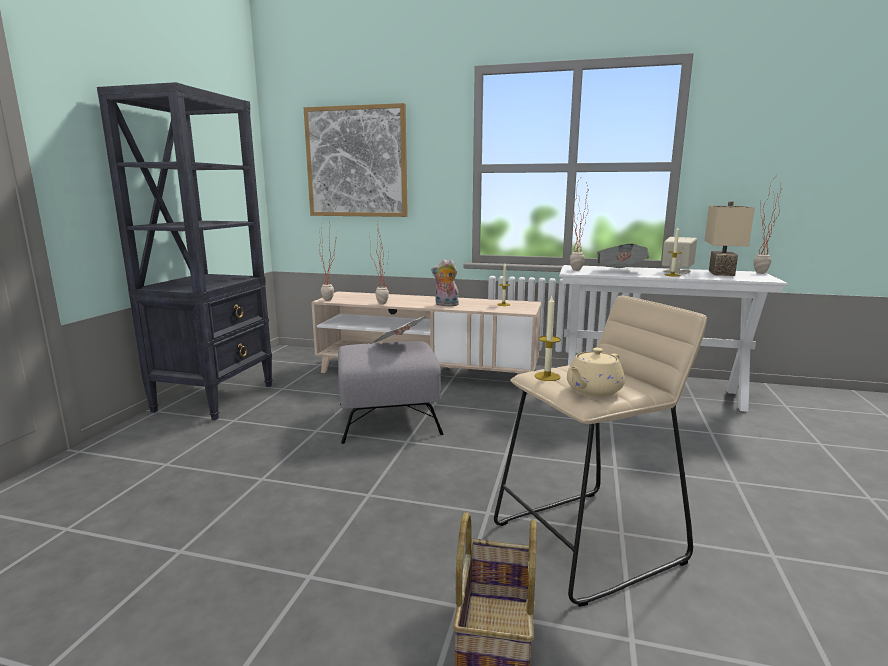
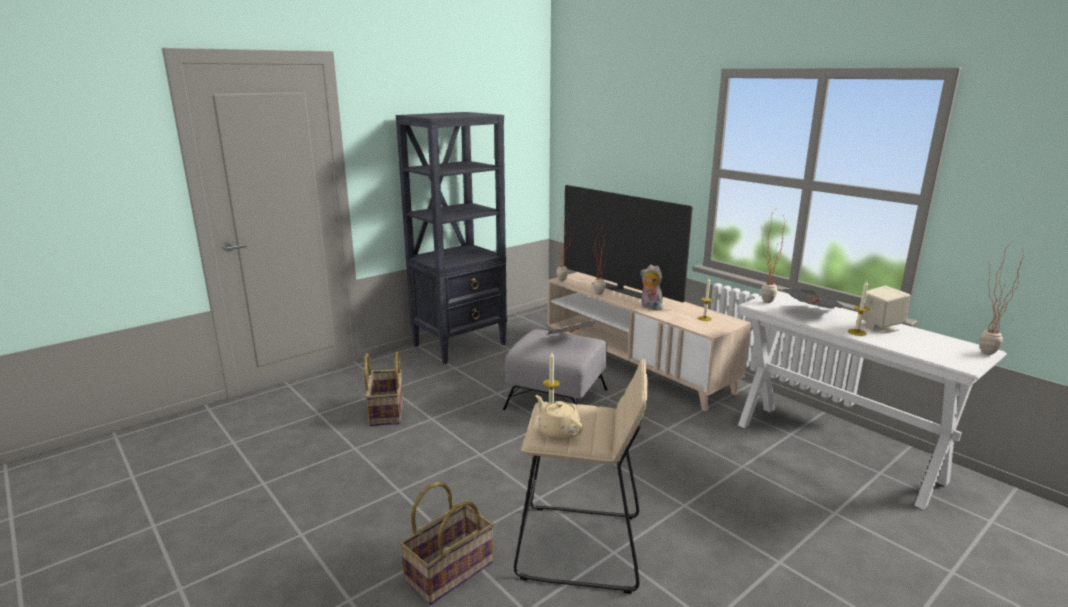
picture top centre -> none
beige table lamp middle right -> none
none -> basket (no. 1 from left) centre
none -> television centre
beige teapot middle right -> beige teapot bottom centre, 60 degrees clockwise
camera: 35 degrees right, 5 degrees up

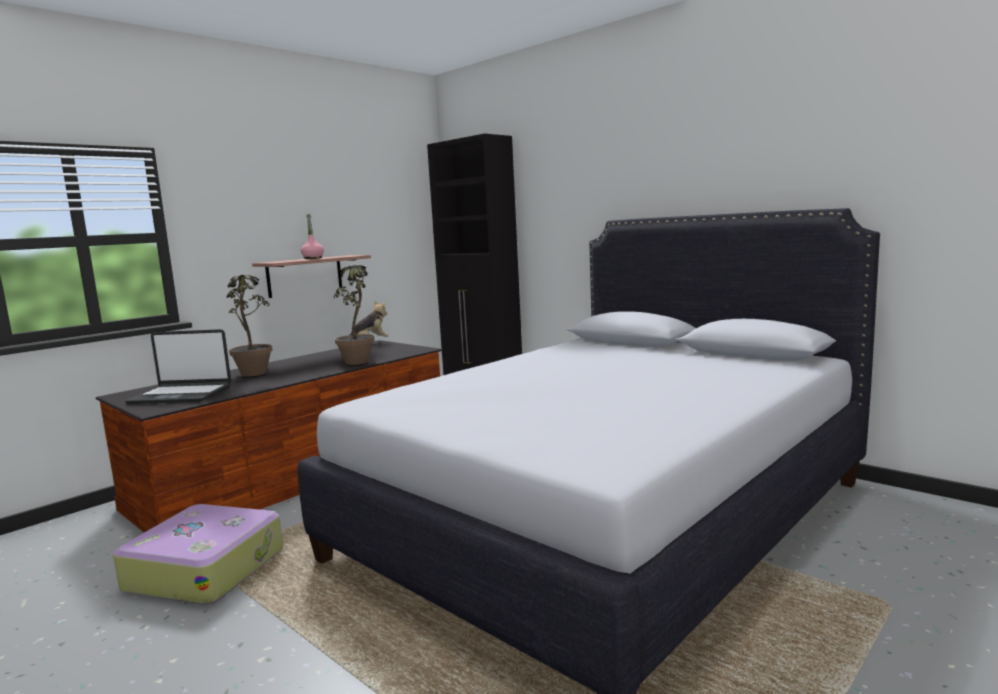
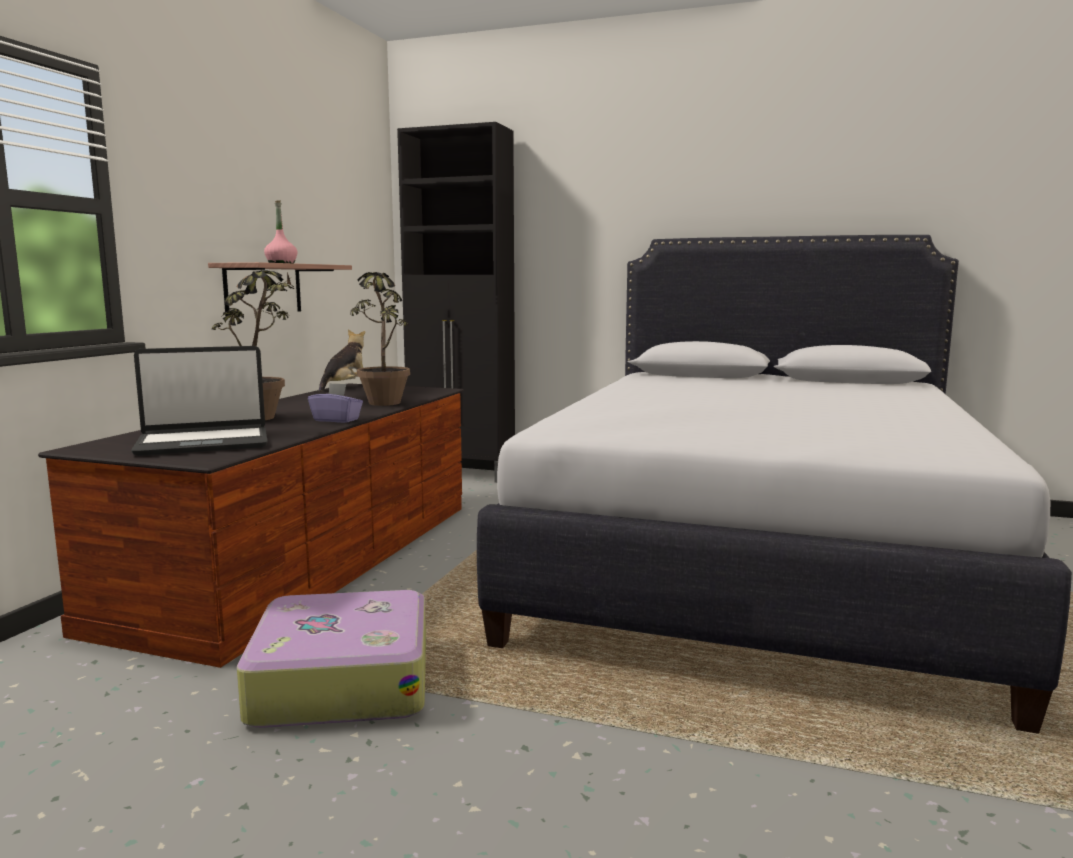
none -> purple tissue box middle left
camera: 25 degrees left, 0 degrees up

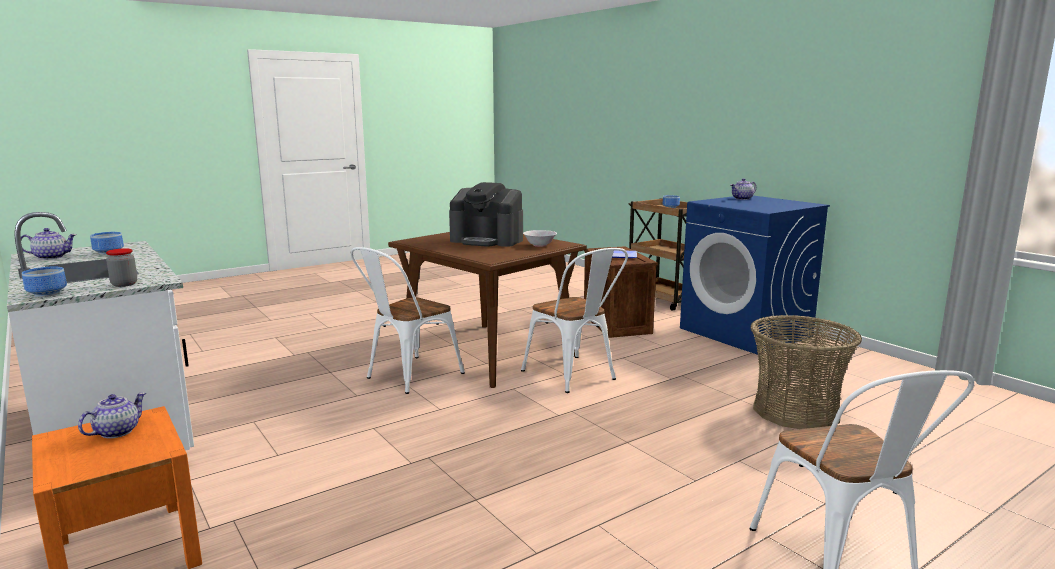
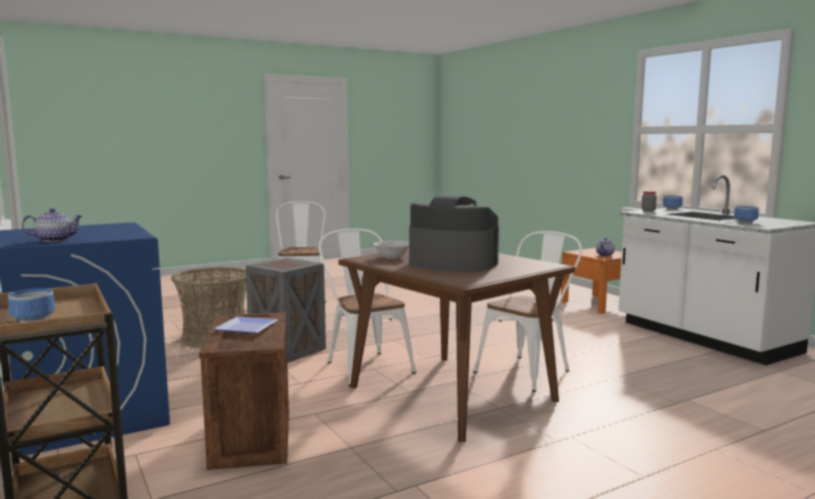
teapot (no. 1 from left) middle left -> none
none -> crate (no. 2 from left) centre
camera: 175 degrees left, 5 degrees down

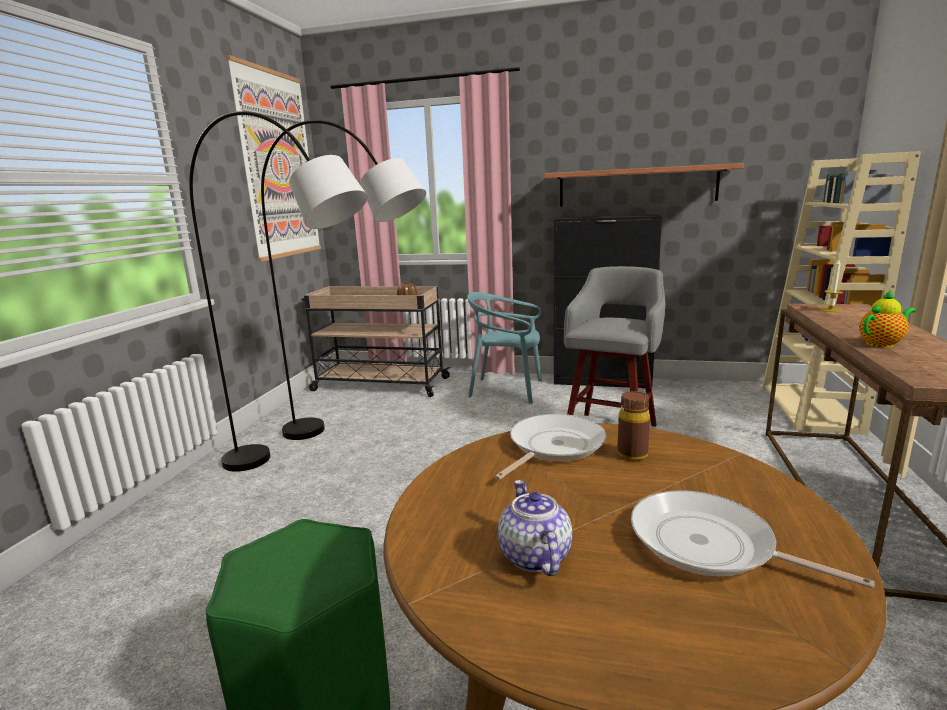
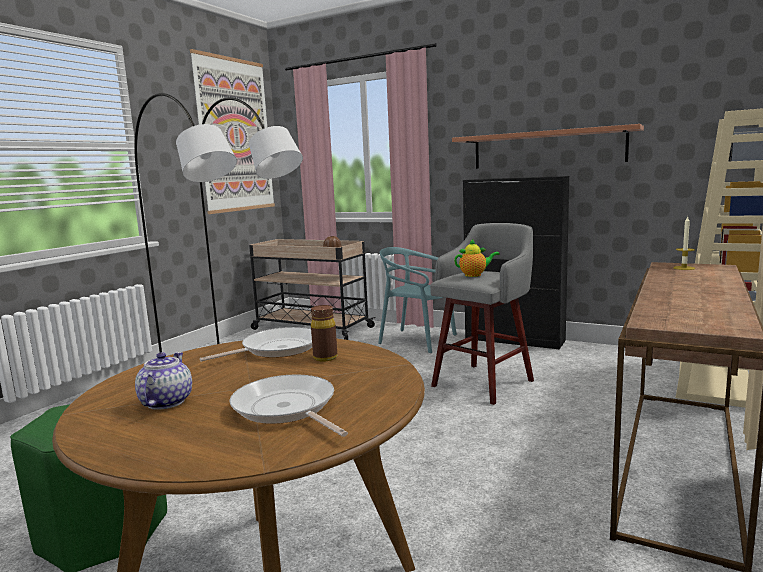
teapot (no. 2 from left) middle right -> teapot (no. 2 from left) centre, relocated
camera: 15 degrees right, 5 degrees down

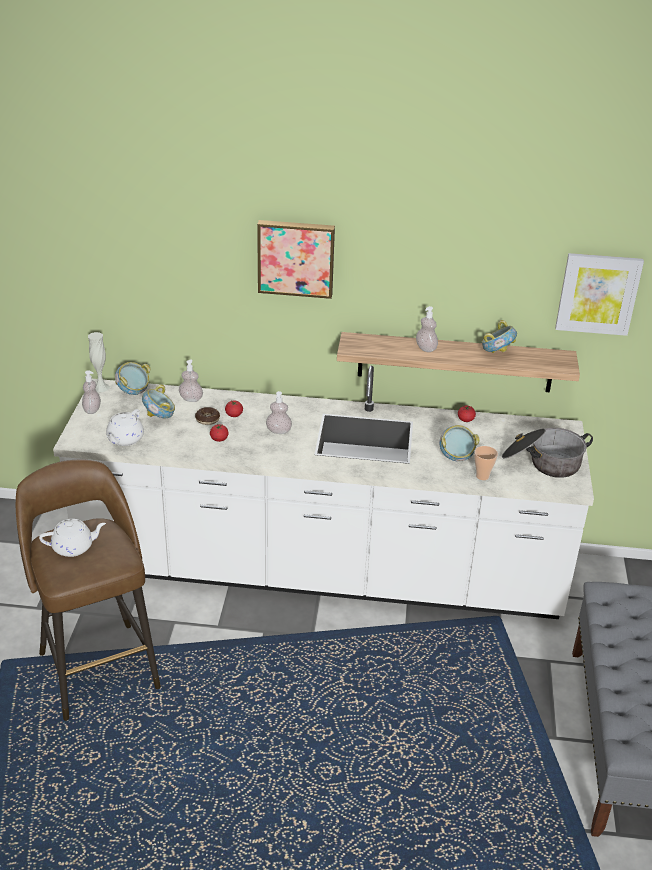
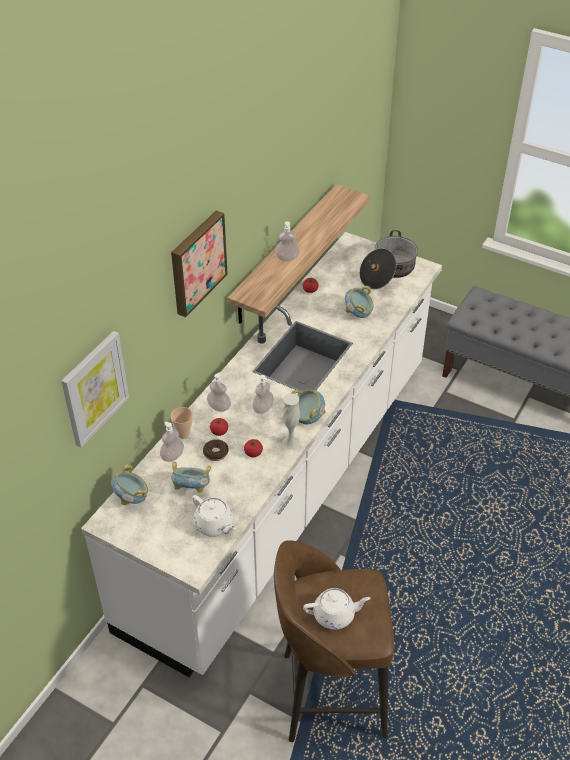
soap dispenser (no. 1 from left in the first image) middle left -> soap dispenser (no. 2 from left) centre, relocated
white vase middle left -> white vase centre, relocated
cup middle right -> cup middle left, relocated
bowl (no. 4 from left in the first image) middle right -> bowl (no. 3 from left) centre, relocated
picture (no. 2 from left in the first image) middle right -> picture (no. 1 from left) middle left, relocated
white teapot (no. 1 from left in the first image) middle left -> white teapot (no. 2 from left) bottom centre, 75 degrees clockwise
camera: 65 degrees left, 10 degrees up

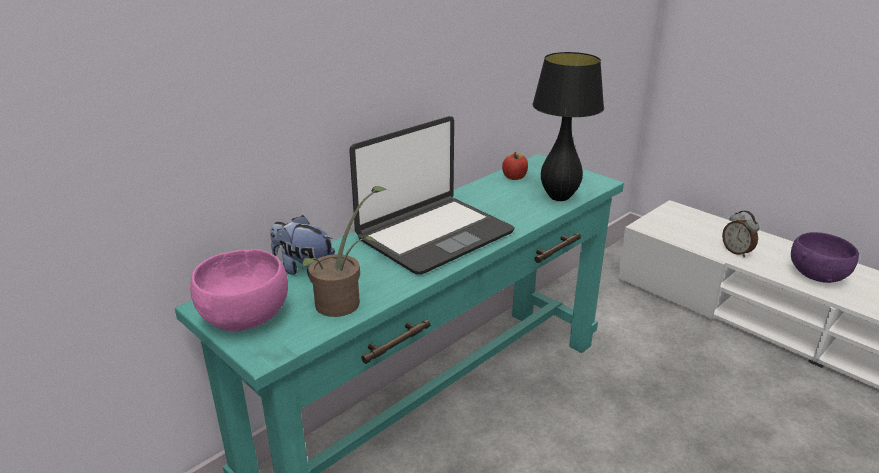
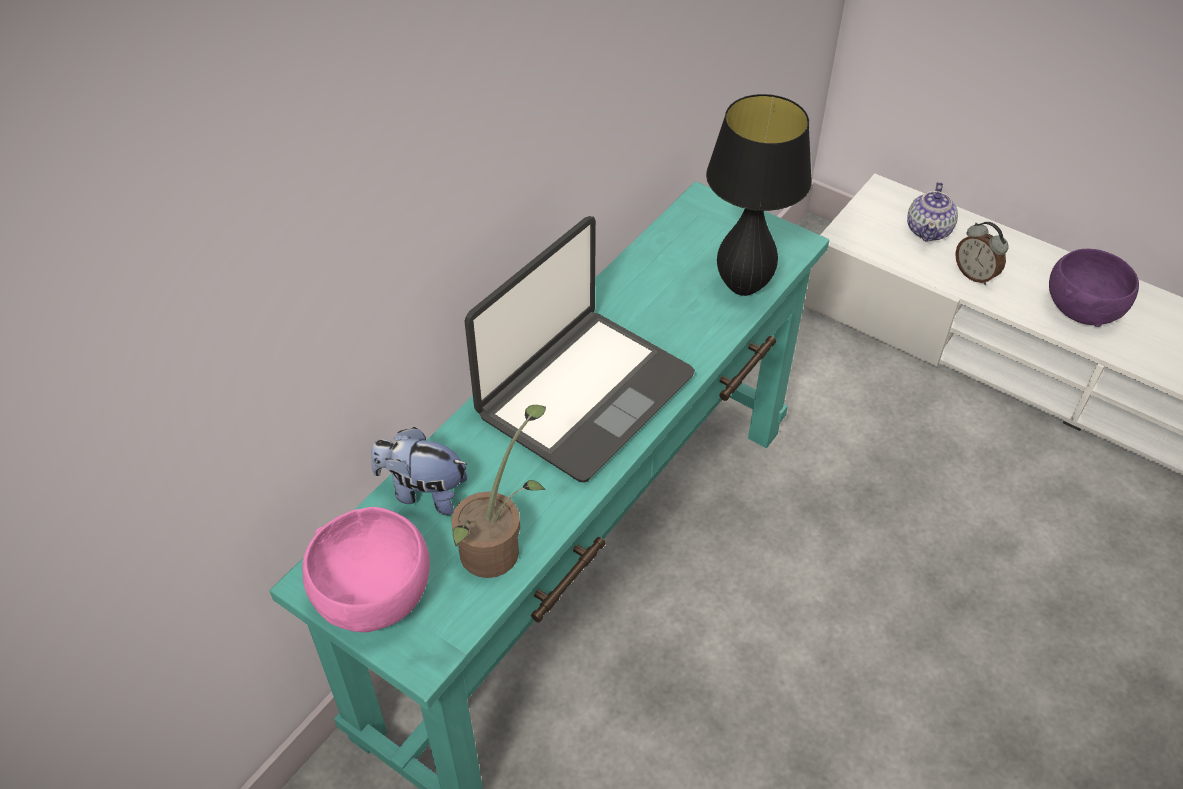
apple centre -> none
none -> teapot top right
camera: 10 degrees left, 20 degrees up

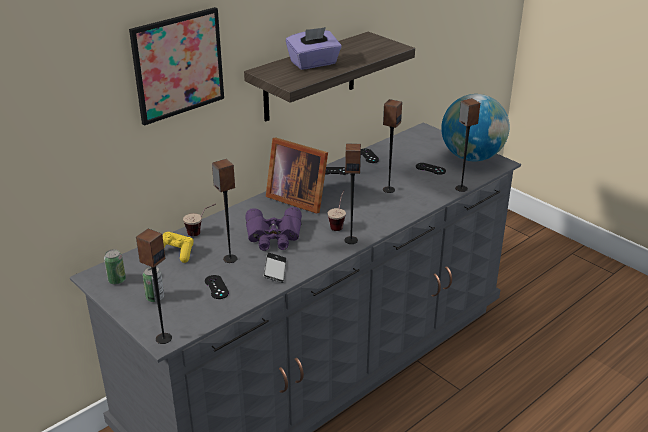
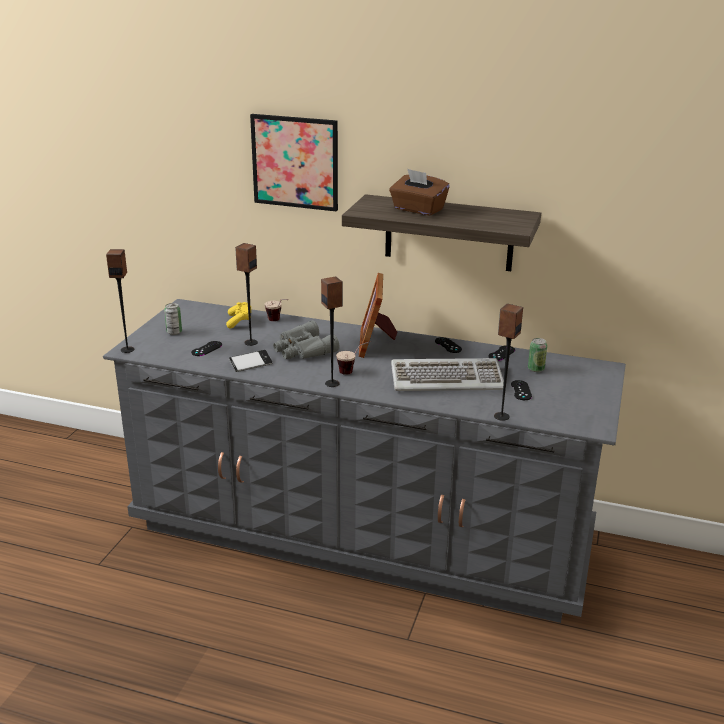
globe top right -> none
can (no. 1 from left in the first image) middle left -> can (no. 2 from left) middle right, relocated
speaker (no. 4 from left) centre -> keyboard centre
purple binoculars centre -> grey binoculars centre
purple tissue box top centre -> brown tissue box top centre
camera: 60 degrees right, 5 degrees down

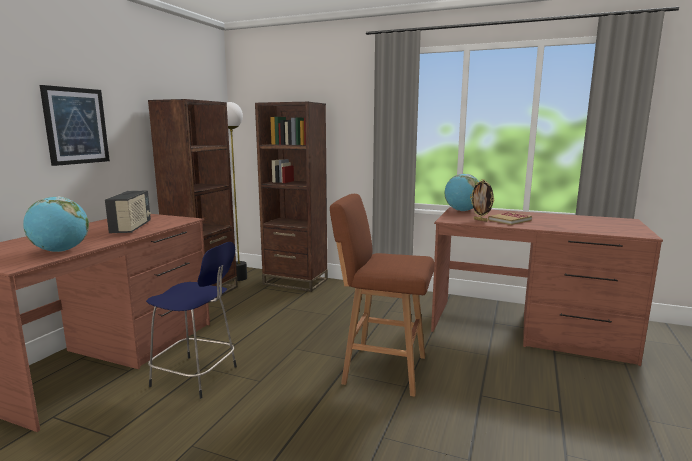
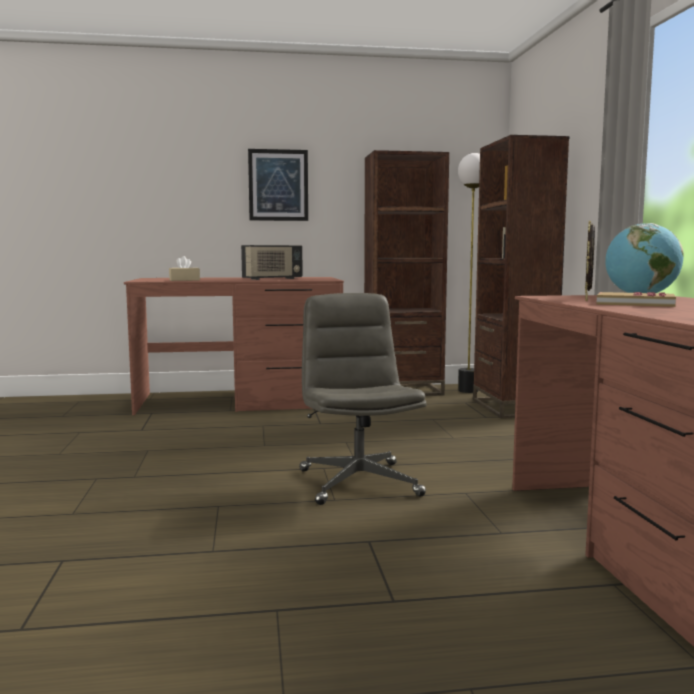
blue stool bottom left -> none
globe (no. 1 from left) middle left -> beige tissue box middle left
brown stool centre -> grey office chair centre
camera: 60 degrees right, 5 degrees down

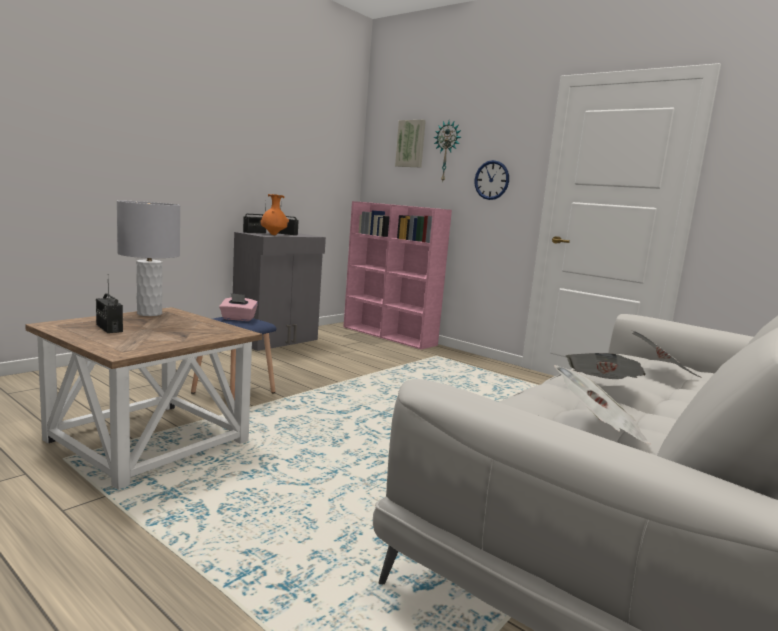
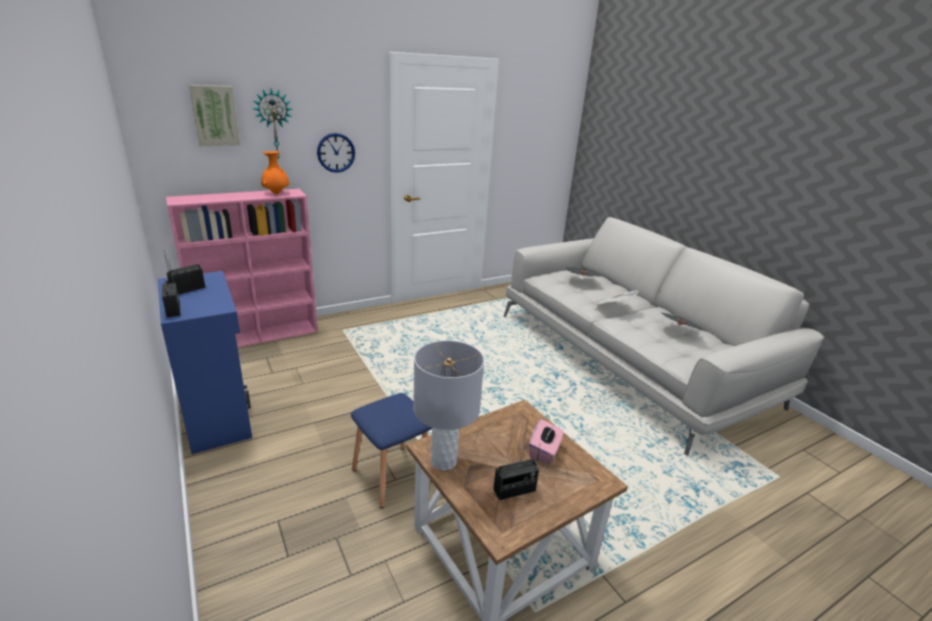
pink tissue box middle left -> pink tissue box bottom centre, relocated
orange vase centre -> orange vase top left, relocated
grey cabinet centre -> blue cabinet middle left
camera: 70 degrees left, 15 degrees up

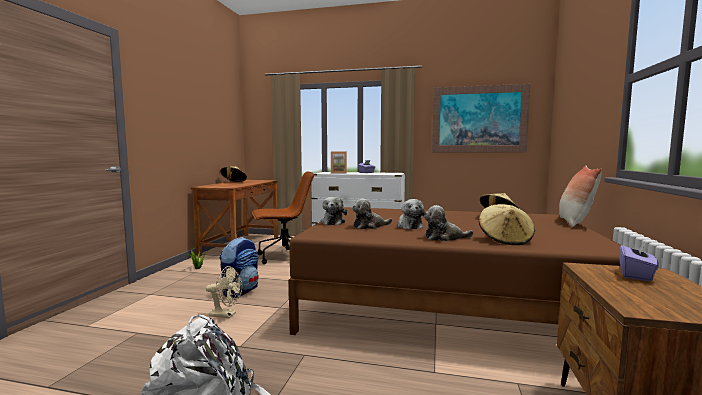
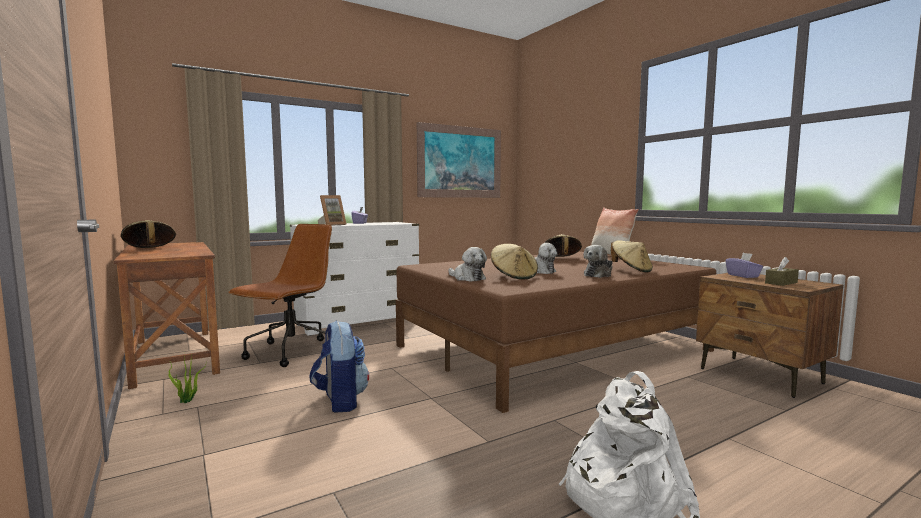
beige fan bottom left -> none
none -> brown tissue box middle right
plush toy (no. 2 from left) centre -> beige hat (no. 2 from left) centre
camera: 45 degrees left, 0 degrees up

